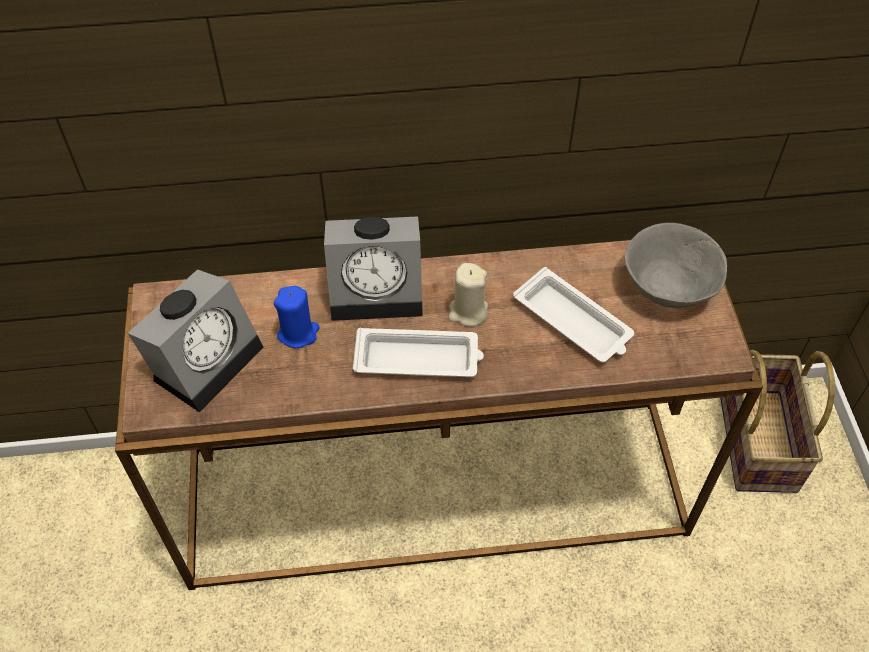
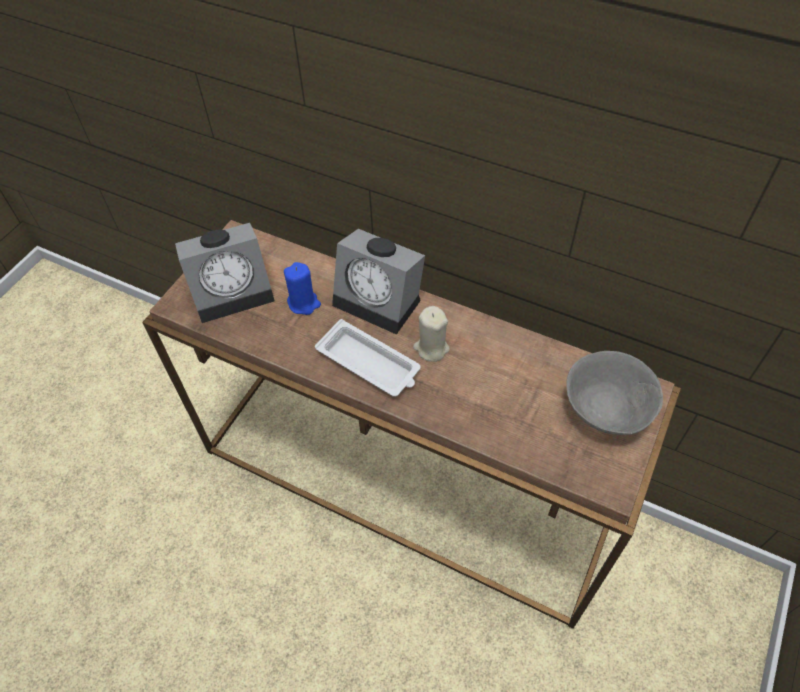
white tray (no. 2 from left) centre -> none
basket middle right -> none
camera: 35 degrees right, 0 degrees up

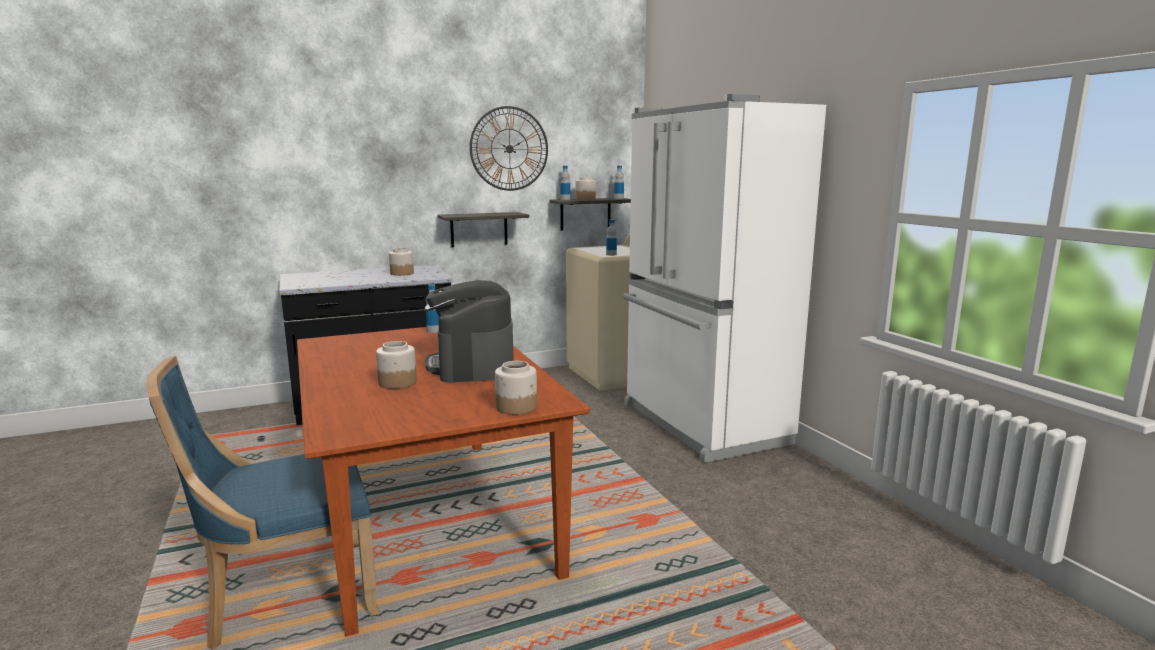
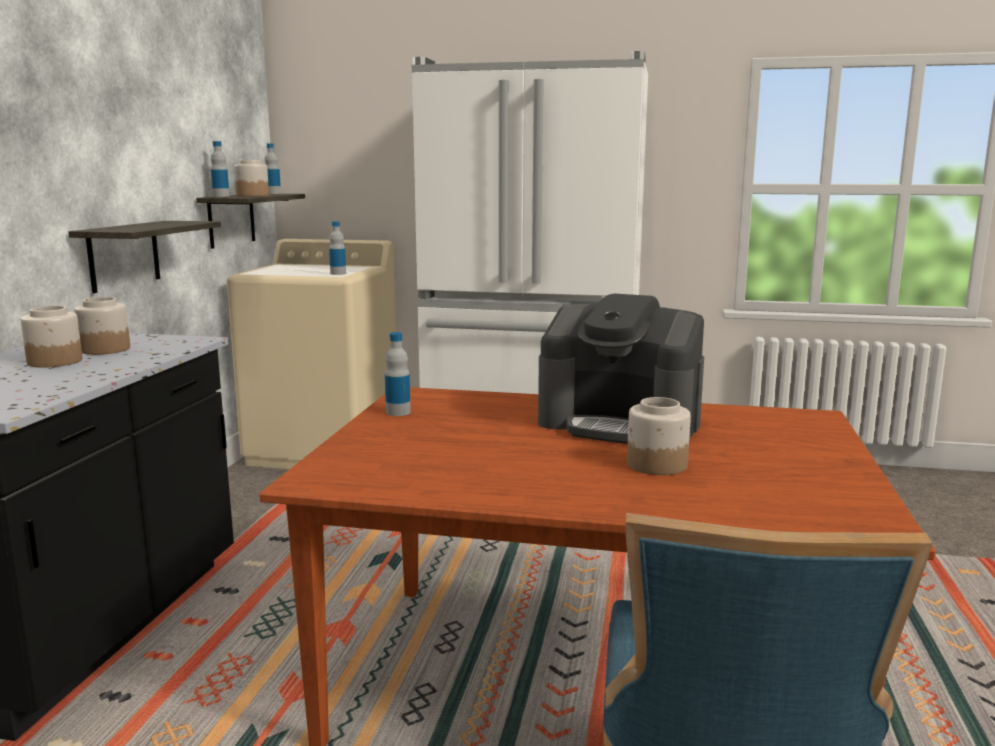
wall clock top centre -> none
jar (no. 3 from left in the first image) centre -> jar (no. 1 from left) middle left, relocated
camera: 55 degrees left, 0 degrees up

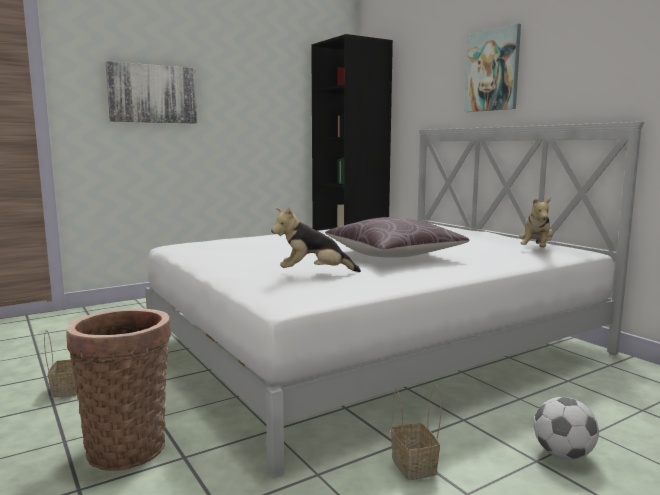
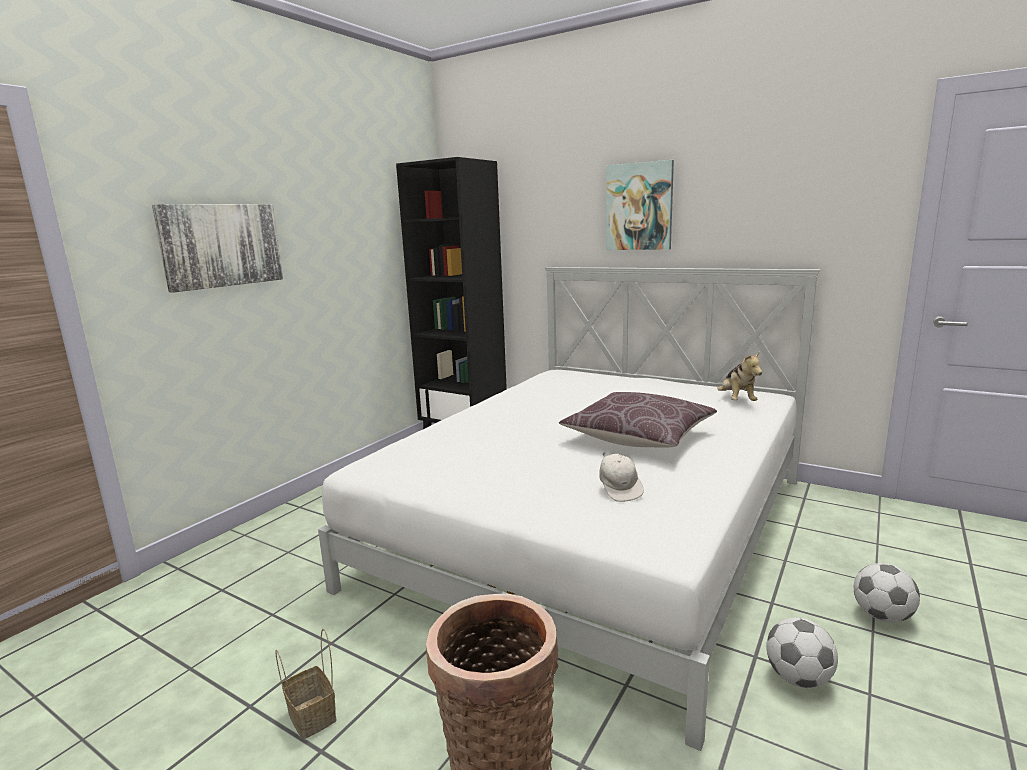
plush toy (no. 1 from left) centre -> white cap centre
basket (no. 3 from left) bottom centre -> football (no. 1 from left) bottom right
camera: 25 degrees left, 5 degrees up

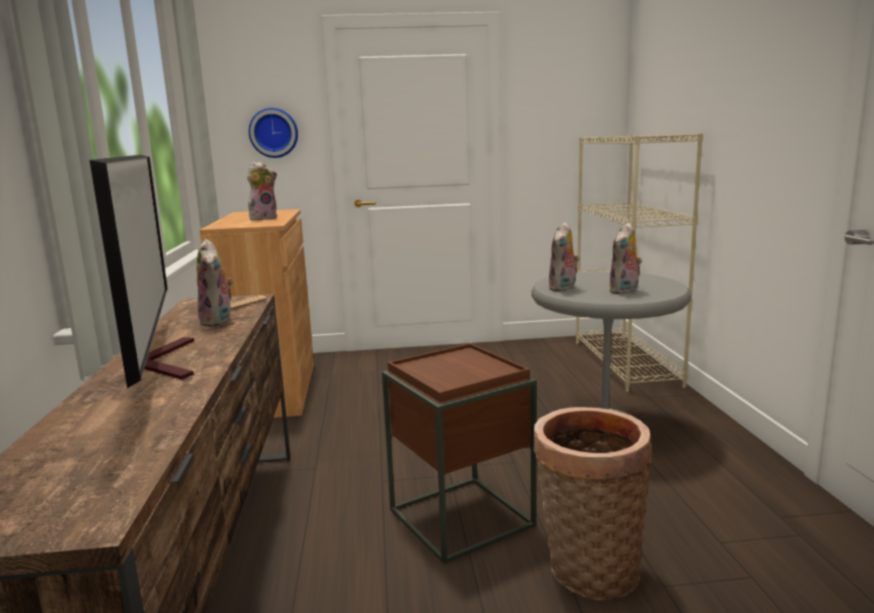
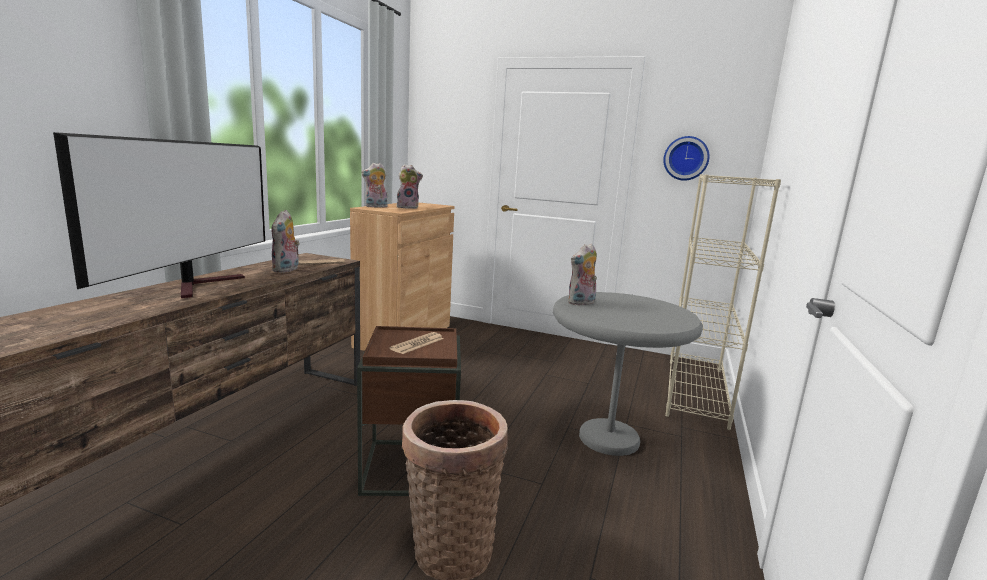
none -> newspaper (no. 2 from left) centre
wall clock top left -> wall clock top right, relocated
plush toy (no. 4 from left in the first image) middle right -> plush toy (no. 2 from left) top centre, relocated
camera: 25 degrees right, 0 degrees up

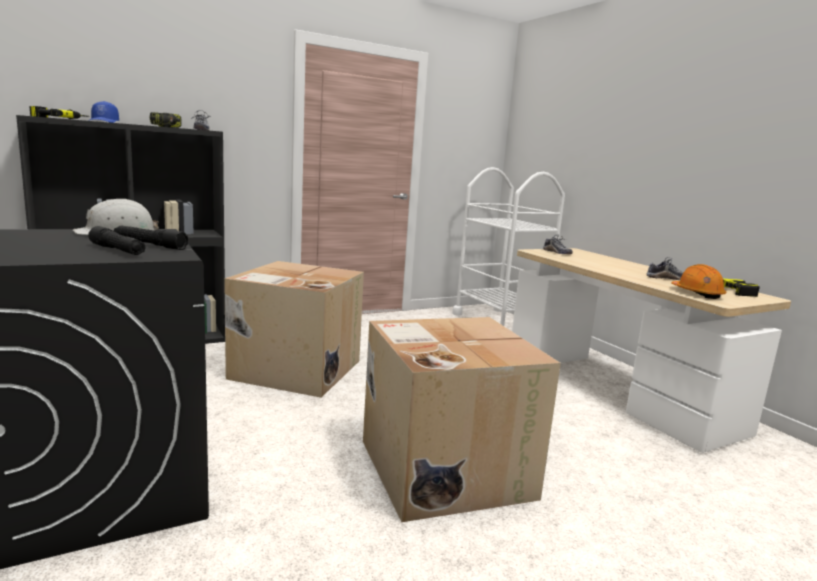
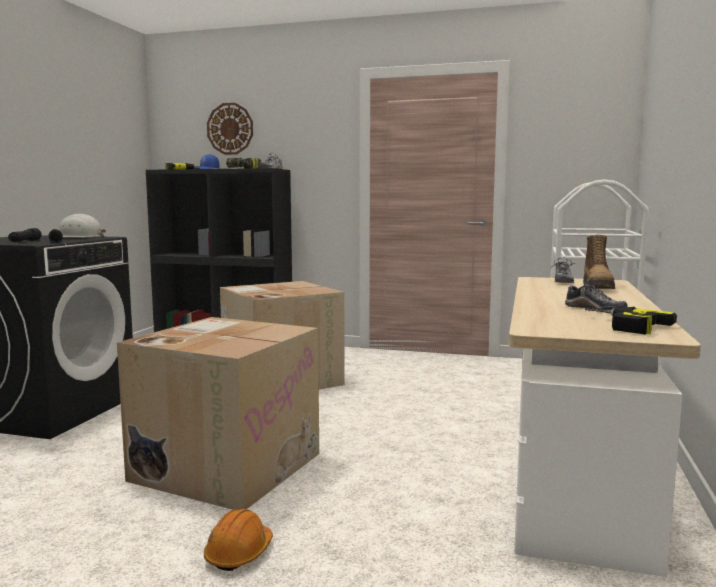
none -> wall clock top left
none -> boot middle right
orange hard hat middle right -> orange hard hat bottom left, relocated
camera: 45 degrees right, 5 degrees down

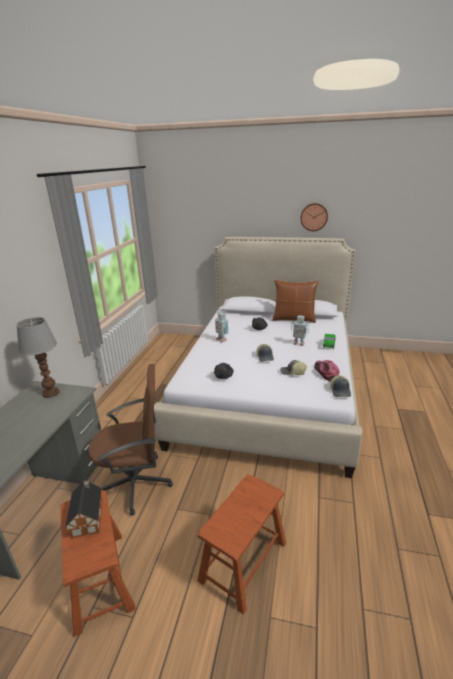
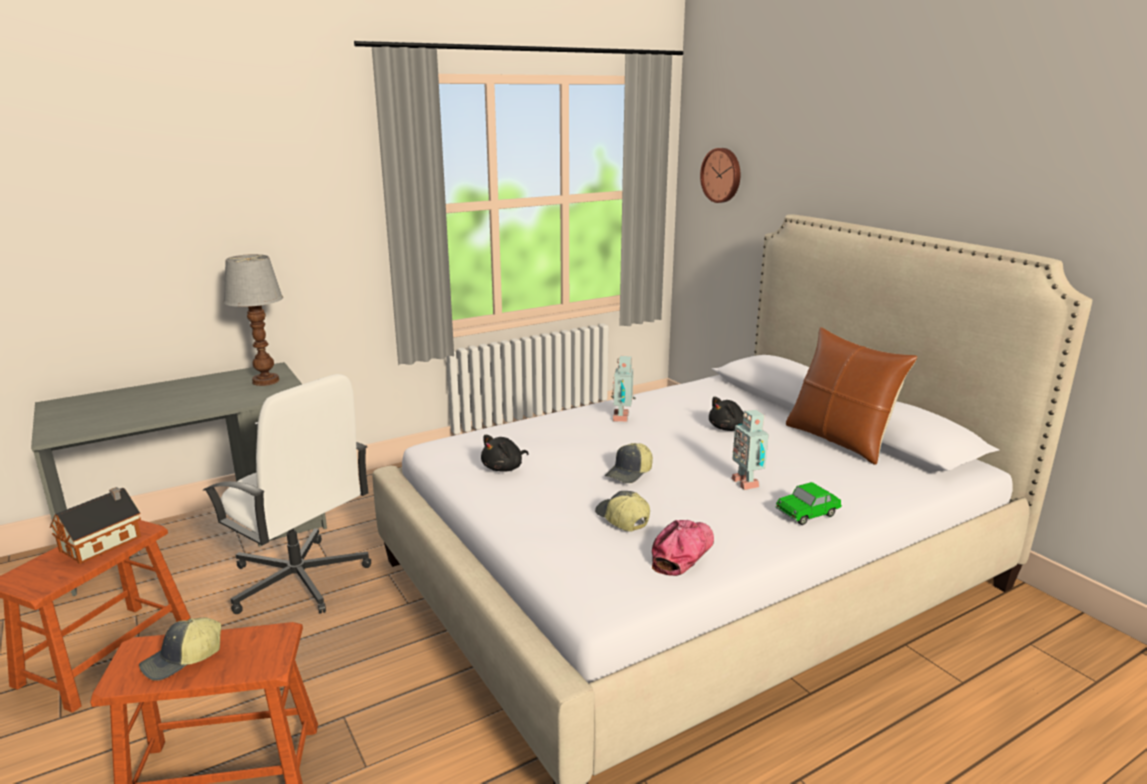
wall clock top right -> wall clock top centre, relocated
cap (no. 4 from left in the first image) middle right -> cap (no. 1 from left) bottom left, relocated
brown office chair middle left -> white office chair middle left
camera: 45 degrees right, 5 degrees down

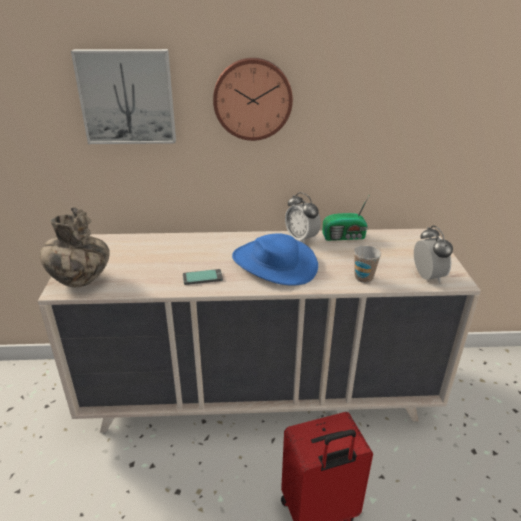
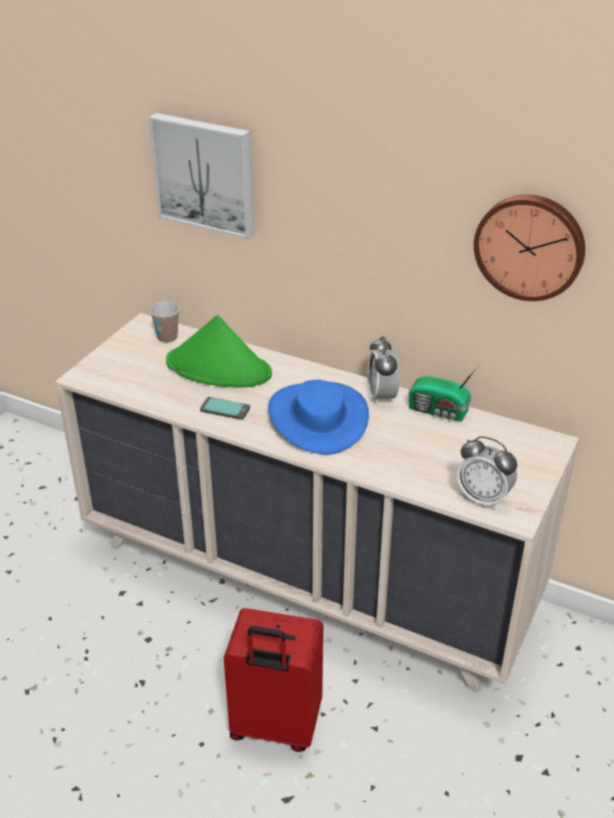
vase middle left -> none
none -> green hat centre
wall clock top centre -> wall clock top right, relocated
cup middle right -> cup middle left, relocated
alarm clock (no. 2 from left) middle right, 105 degrees clockwise
camera: 30 degrees right, 5 degrees up

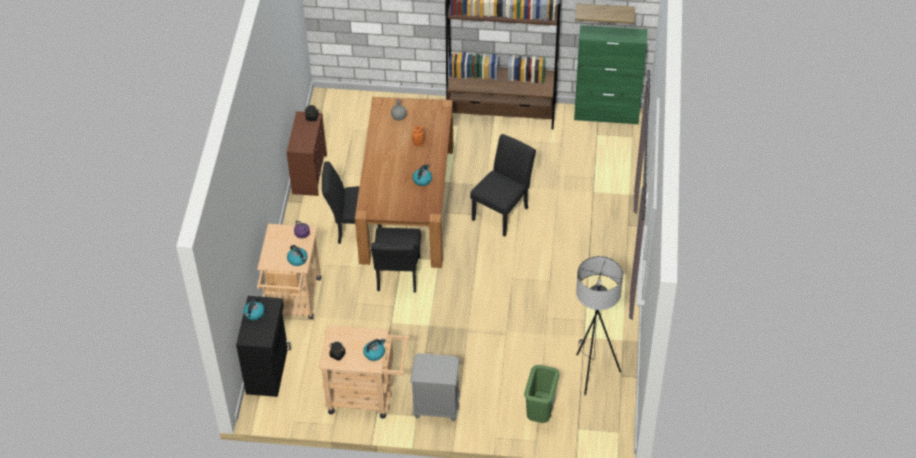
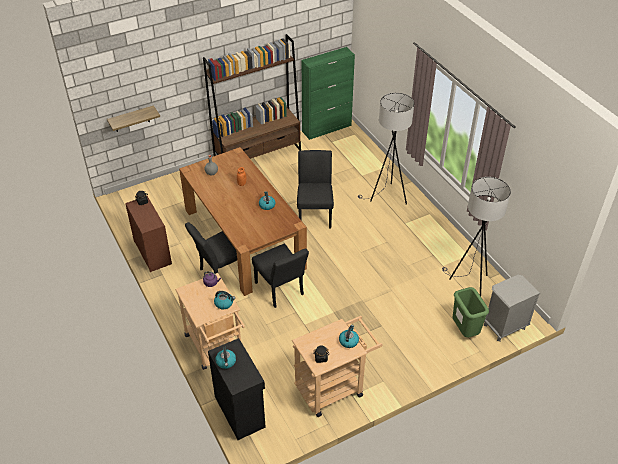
none -> grey floor lamp (no. 1 from left) top centre
grey nightstand bottom centre -> grey nightstand middle right, relocated
shelf top centre -> shelf top left, relocated
camera: 35 degrees left, 5 degrees down

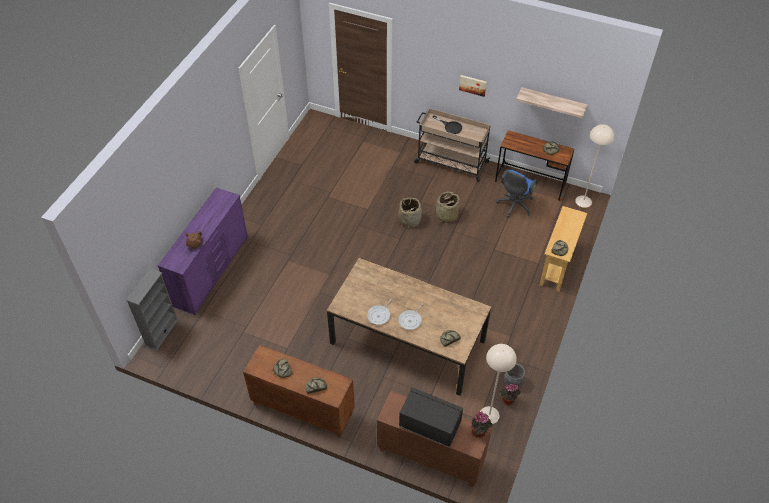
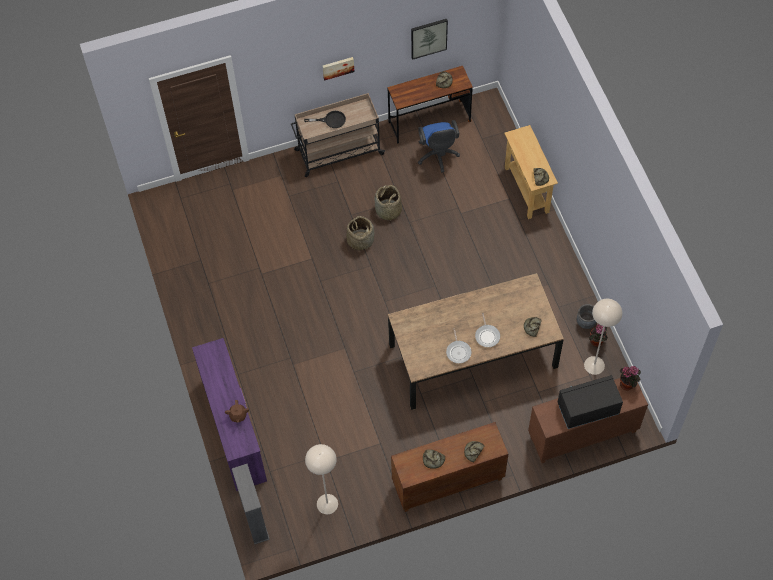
beige floor lamp (no. 2 from left in the first image) top right -> beige floor lamp (no. 1 from left) bottom centre, relocated
shelf top right -> picture (no. 2 from left) top centre
camera: 40 degrees left, 10 degrees up

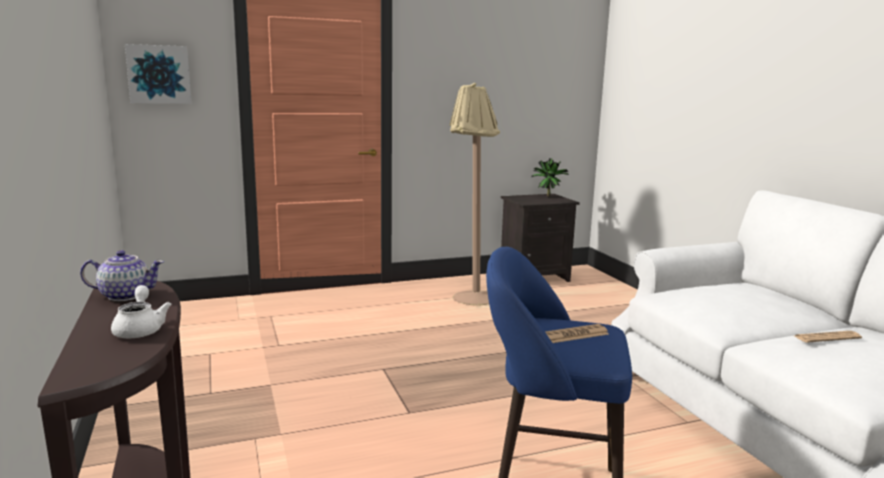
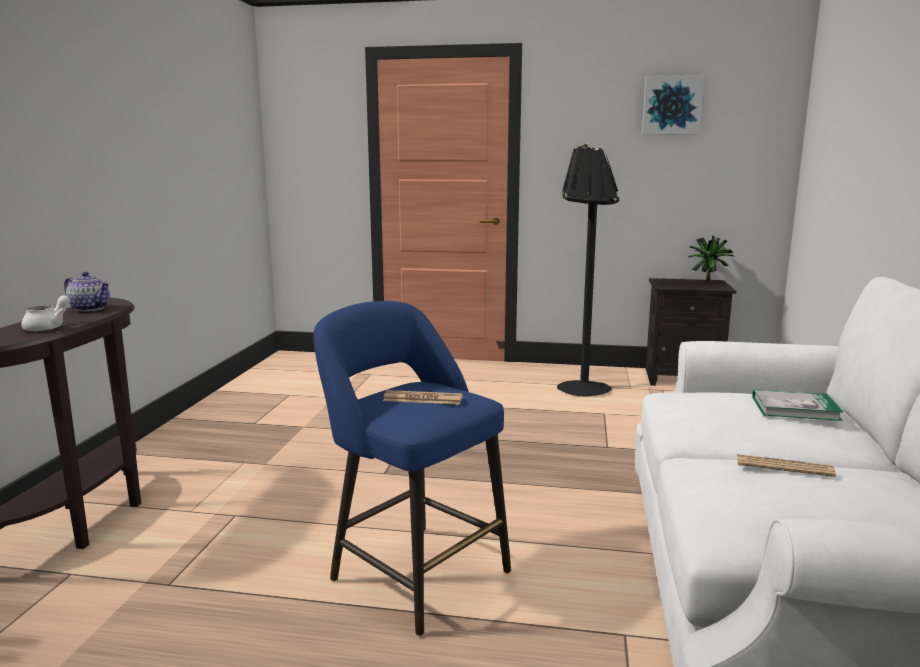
none -> book middle right
picture top left -> picture top right, relocated
beige floor lamp centre -> black floor lamp centre
camera: 30 degrees right, 0 degrees up

